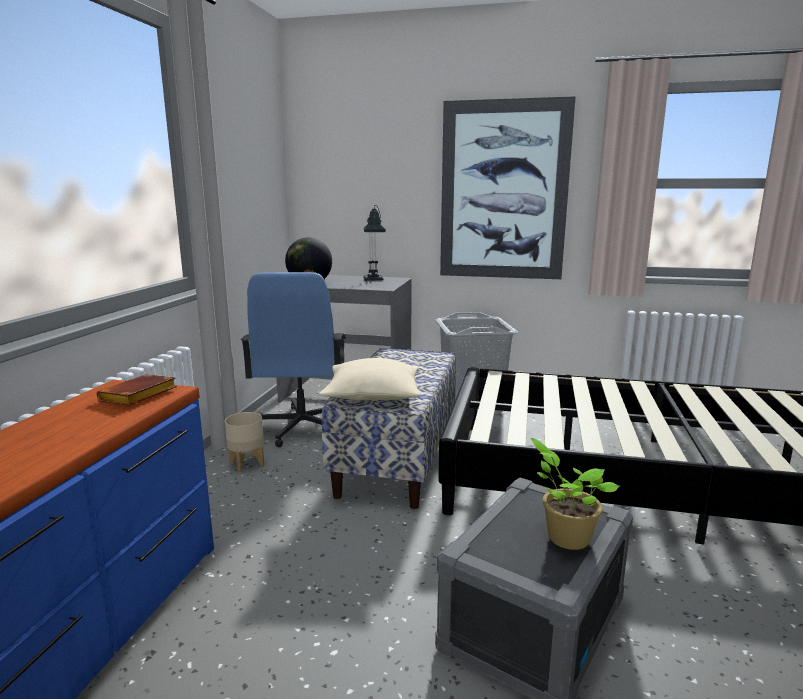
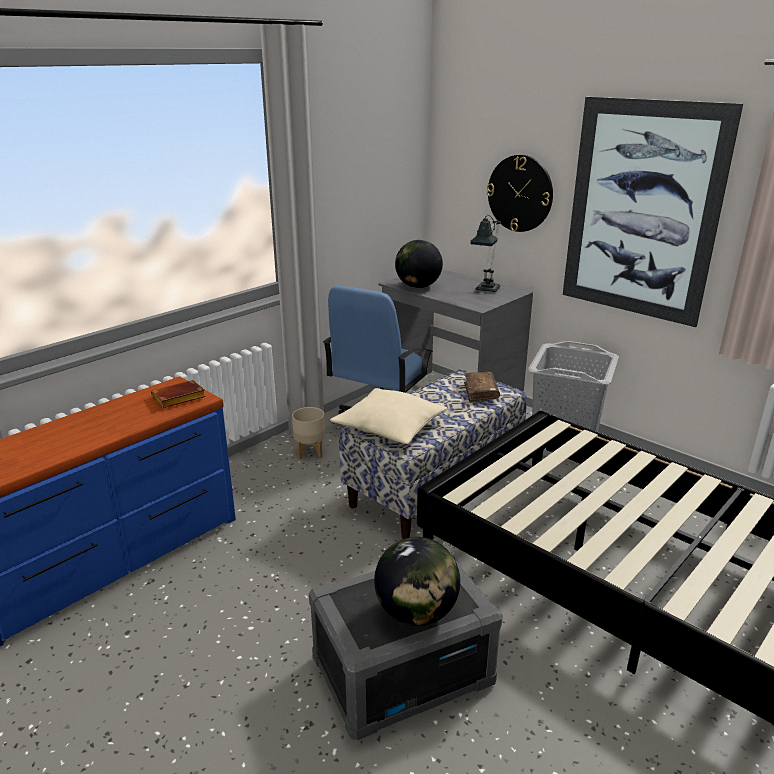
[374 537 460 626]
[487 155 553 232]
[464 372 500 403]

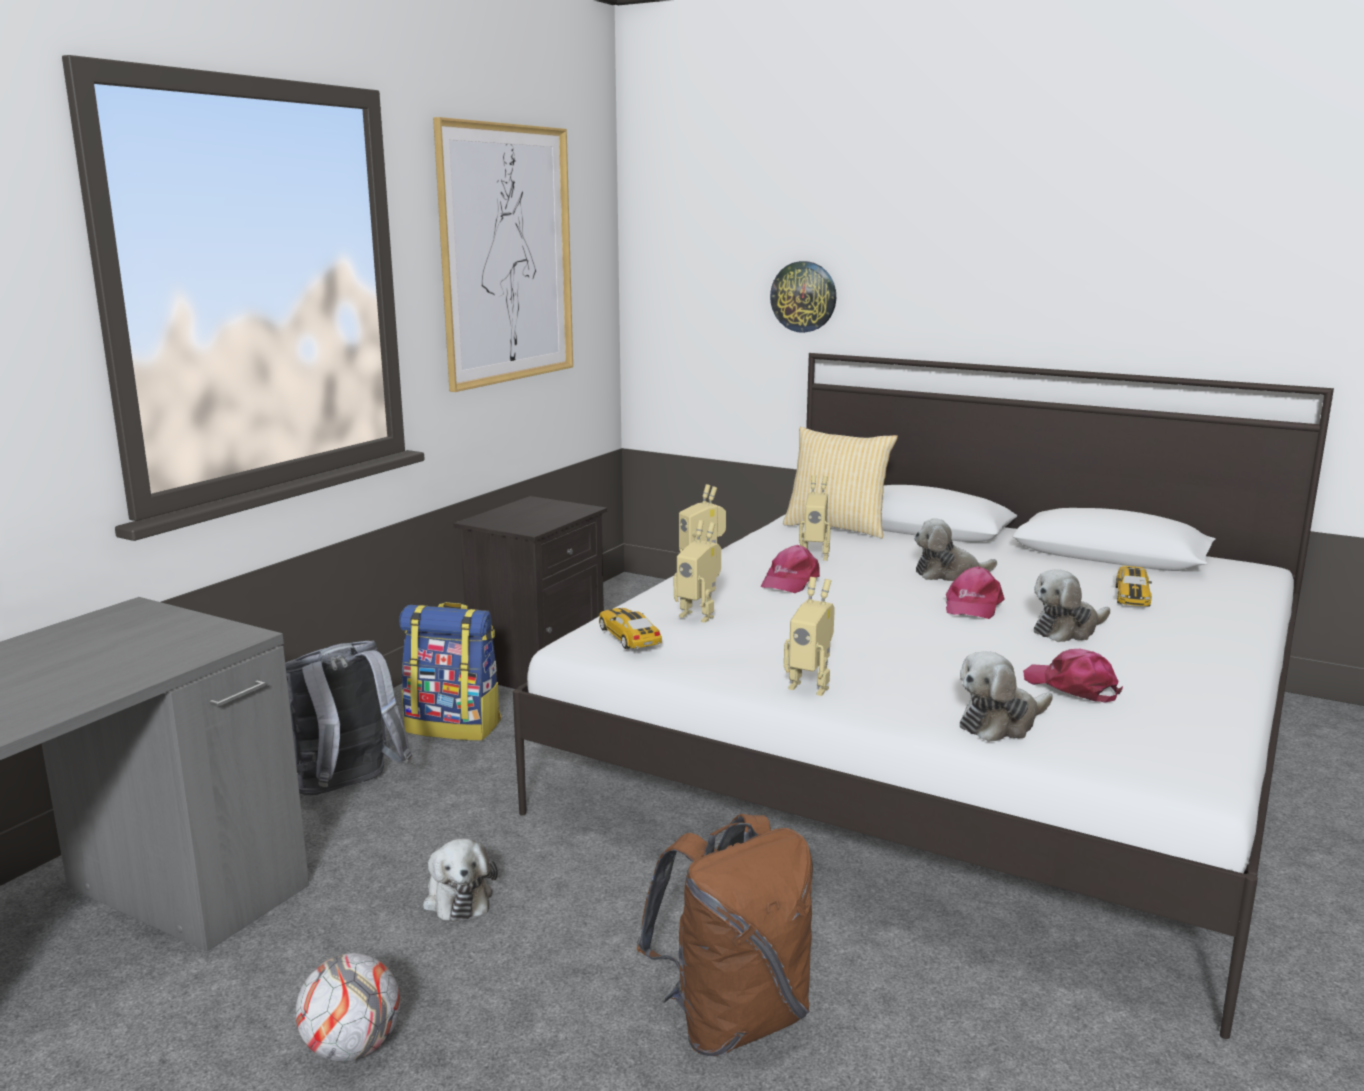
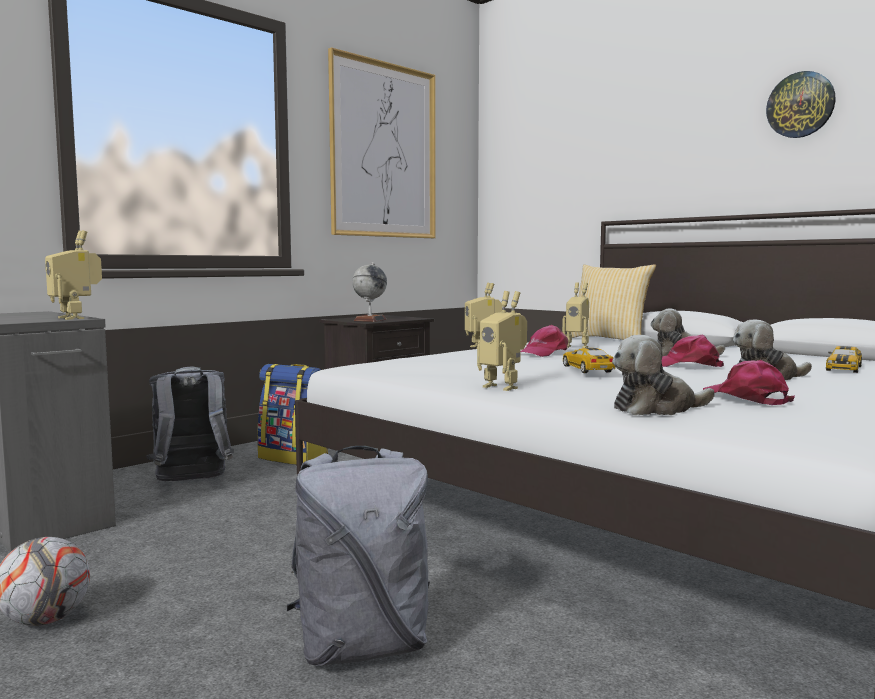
[766 71 836 138]
[45 230 102 320]
[662 334 724 367]
[563 348 616 373]
[287 446 430 666]
[423 839 498 922] (first image)
[352 262 387 322]

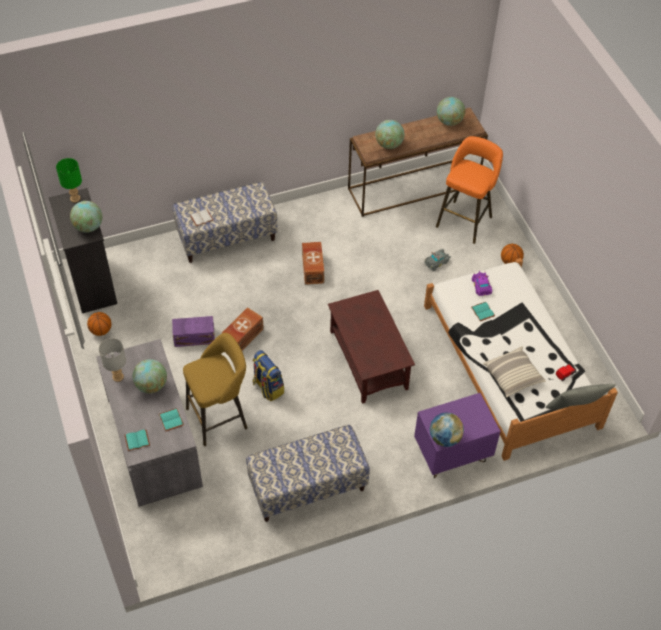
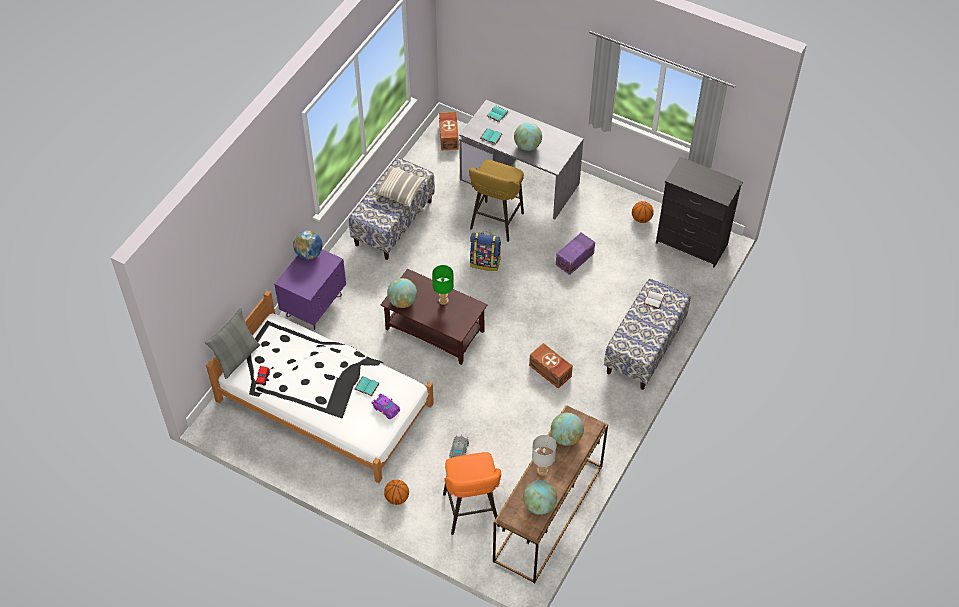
[432 265 454 305]
[387 278 417 308]
[439 112 459 150]
[532 435 557 476]
[373 166 426 207]

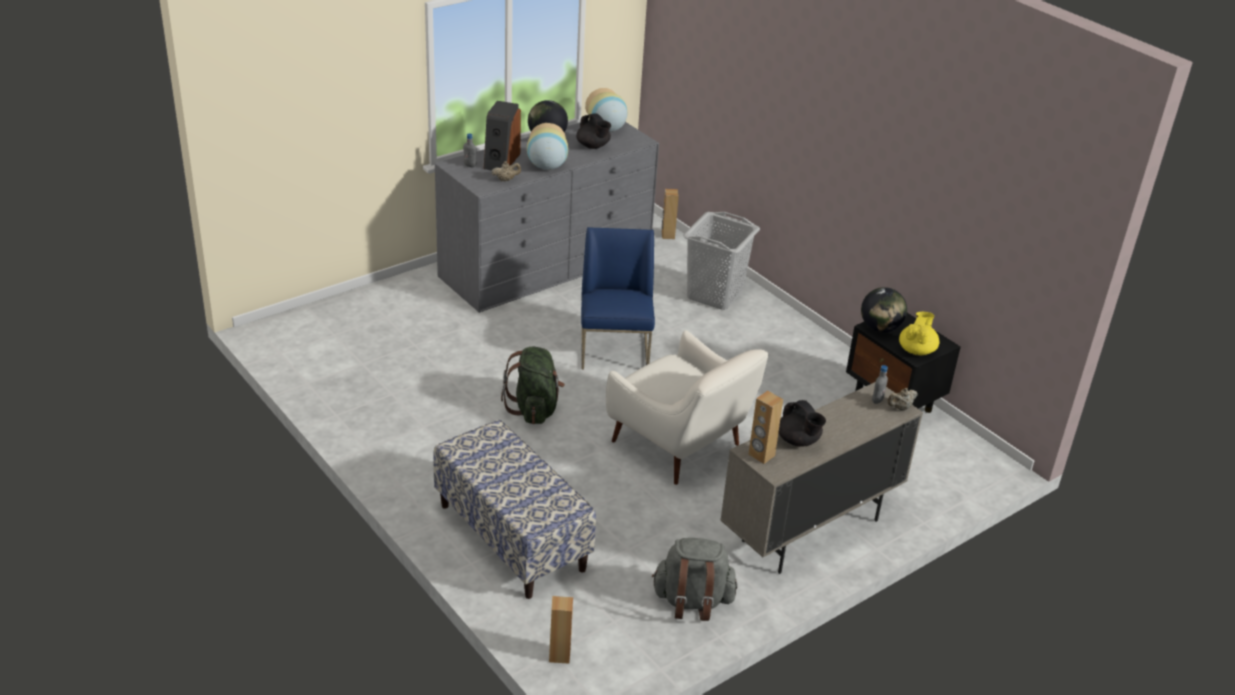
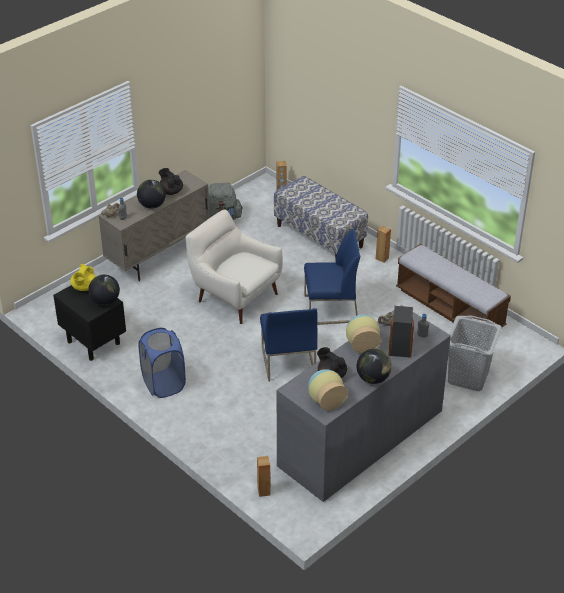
[448 316 502 391]
[304 229 360 325]
[376 225 391 263]
[137 180 166 209]
[396 244 511 339]
[138 328 186 398]

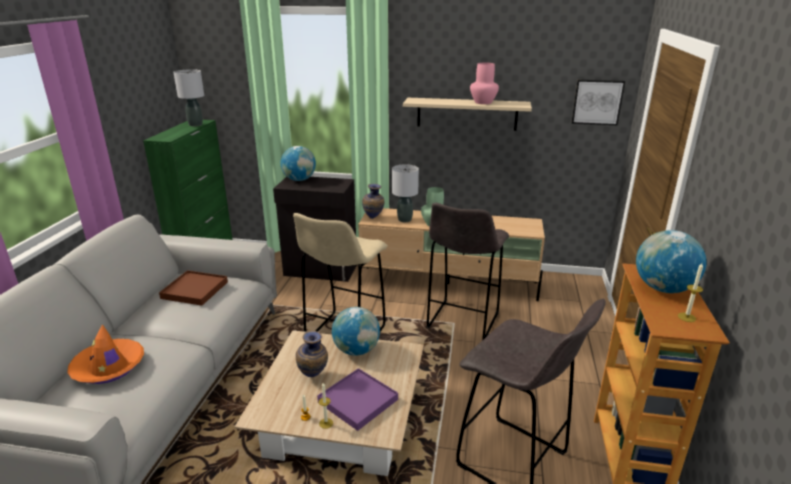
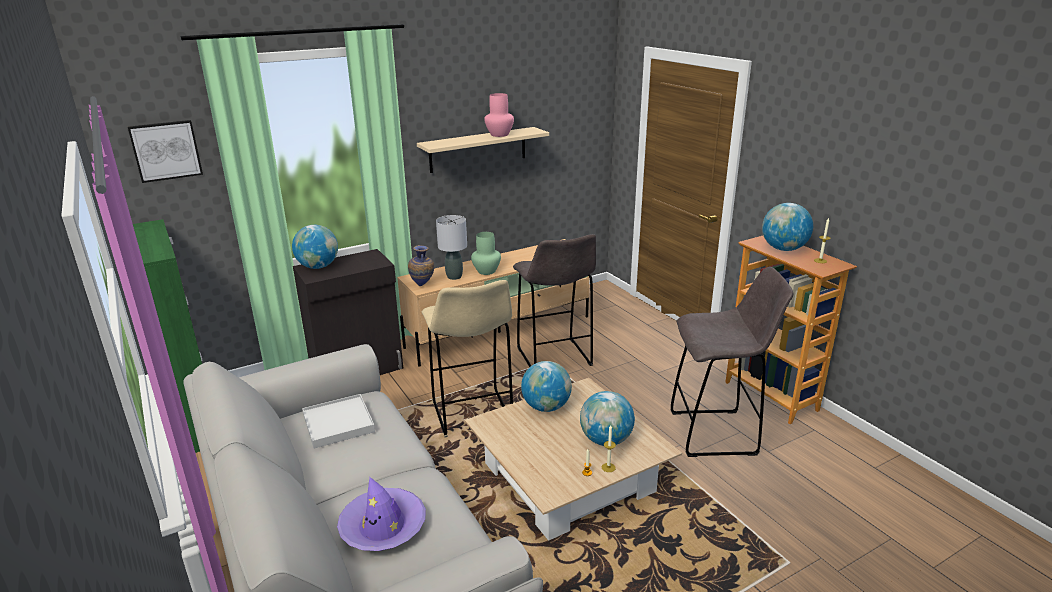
[174 69 204 126] (first image)
[128 120 203 183]
[302 394 375 449]
[337 477 426 551]
[296 331 328 377] (first image)
[580 391 635 446]

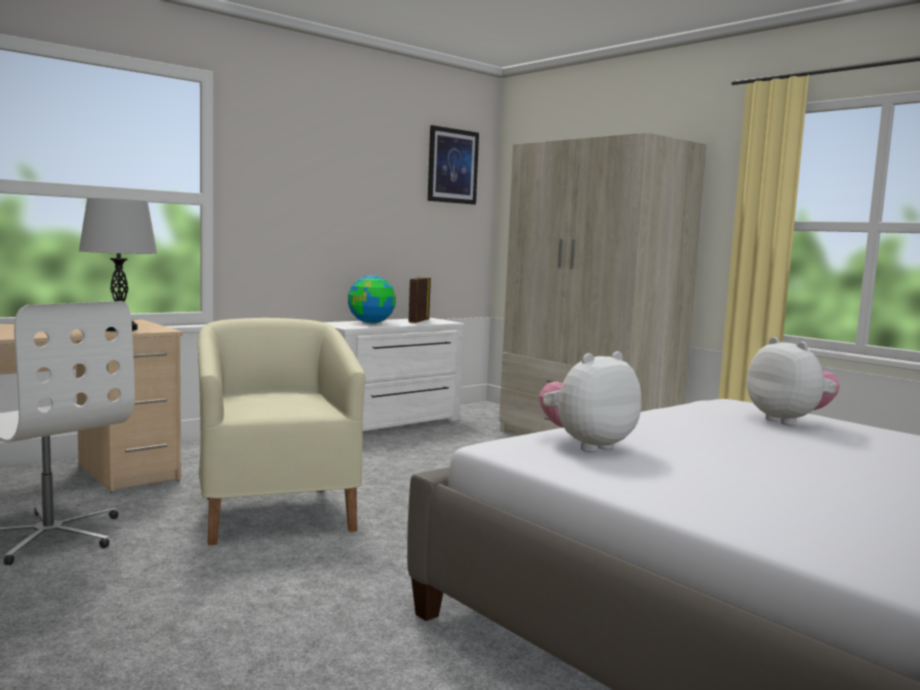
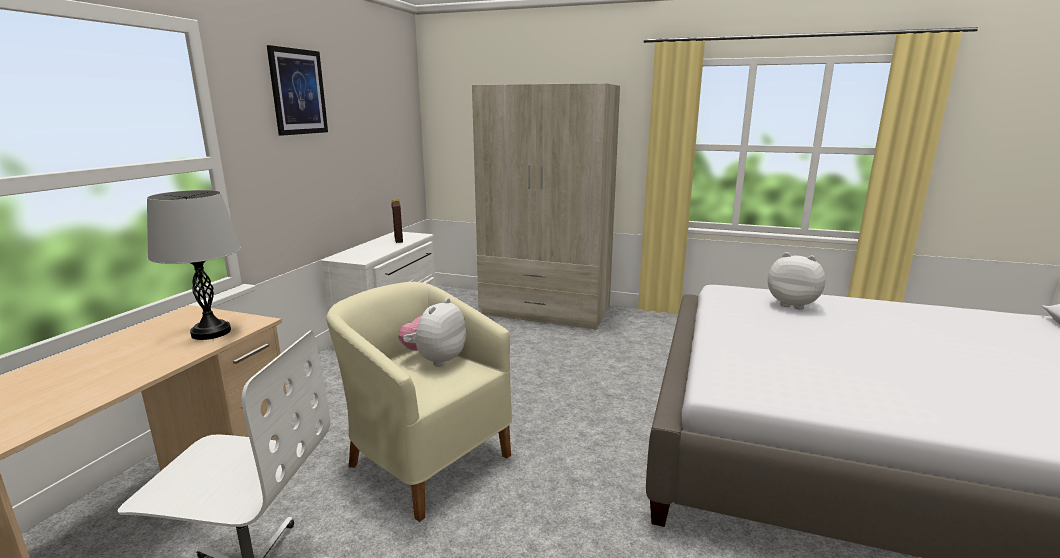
[267 45 328 136]
[348 276 396 324] (first image)
[398 298 466 367]

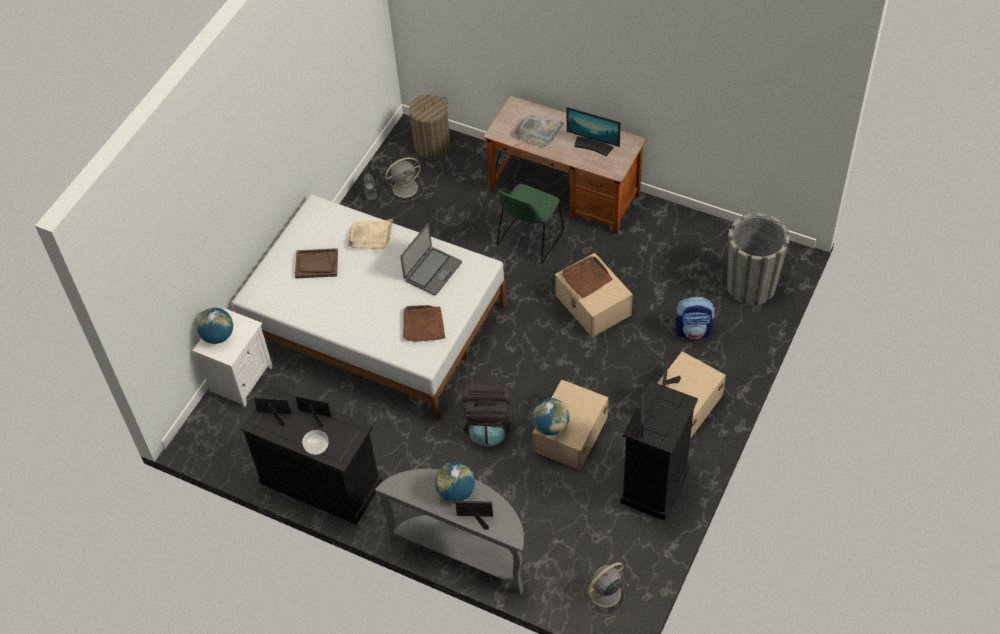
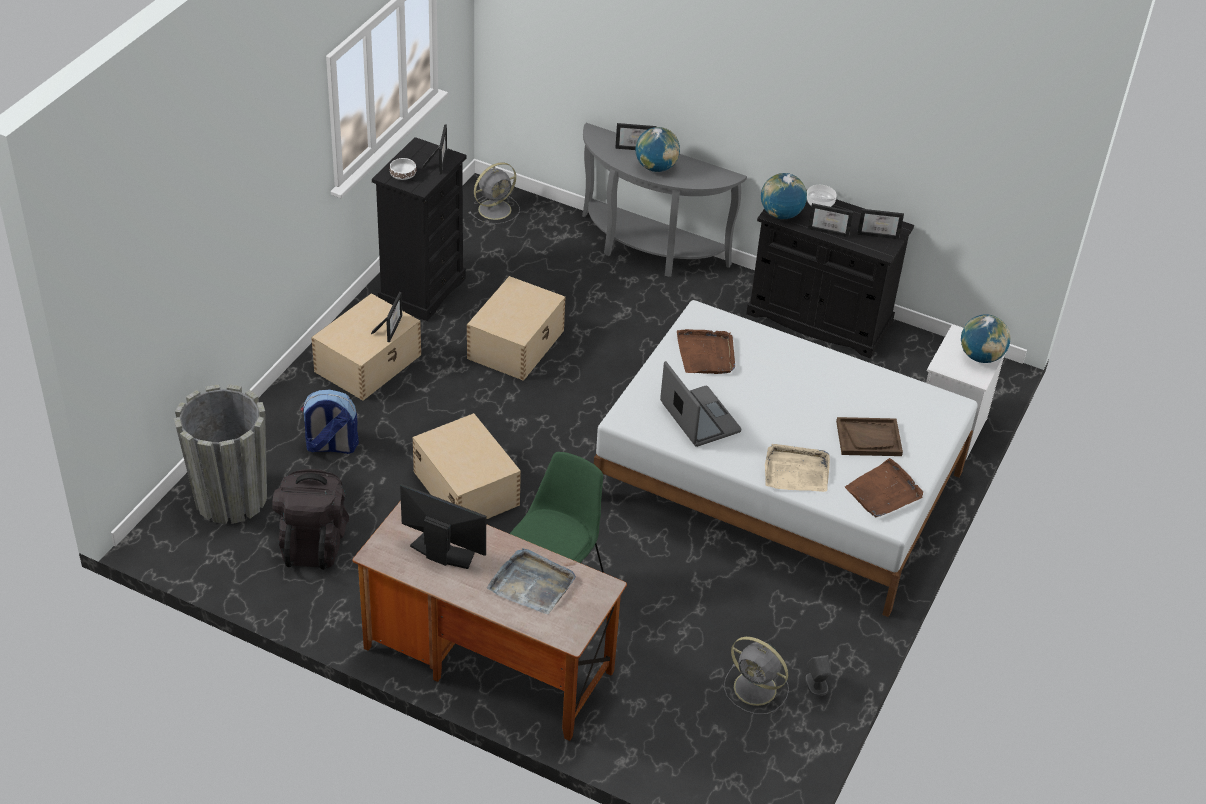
[409 94 451 159] (first image)
[724 637 789 715]
[660 361 741 447]
[845 458 923 517]
[272 469 349 570]
[761 173 807 219]
[390 158 417 180]

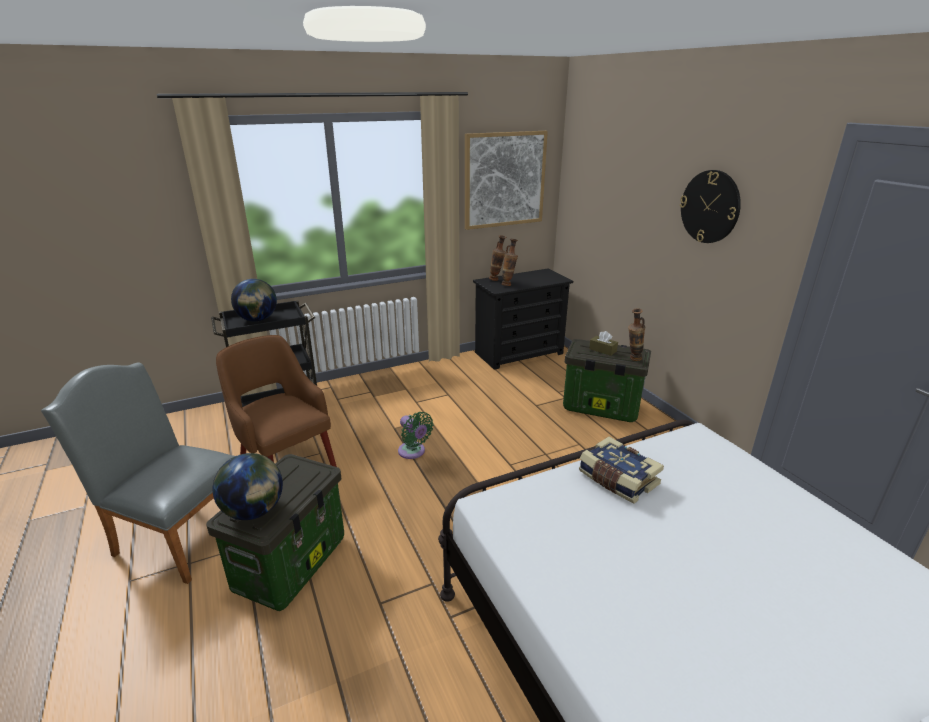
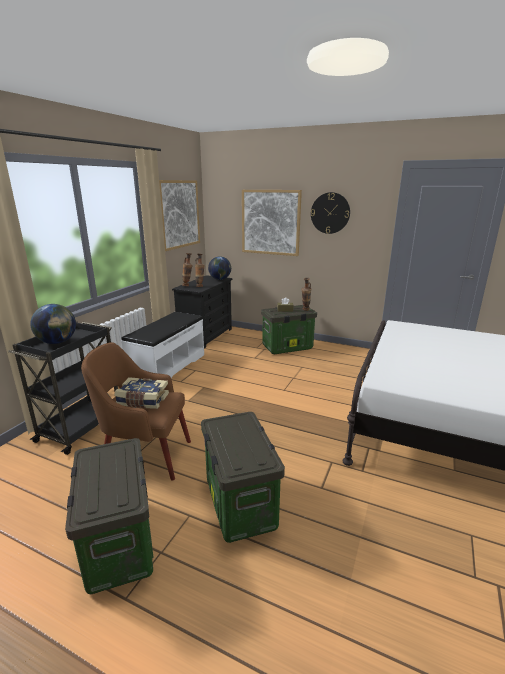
[65 438 153 594]
[398 412 433 459] (first image)
[114 377 169 409]
[208 256 231 280]
[242 190 302 256]
[121 312 204 378]

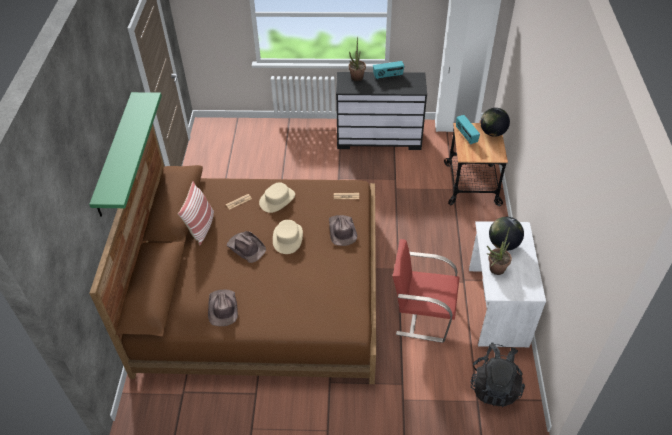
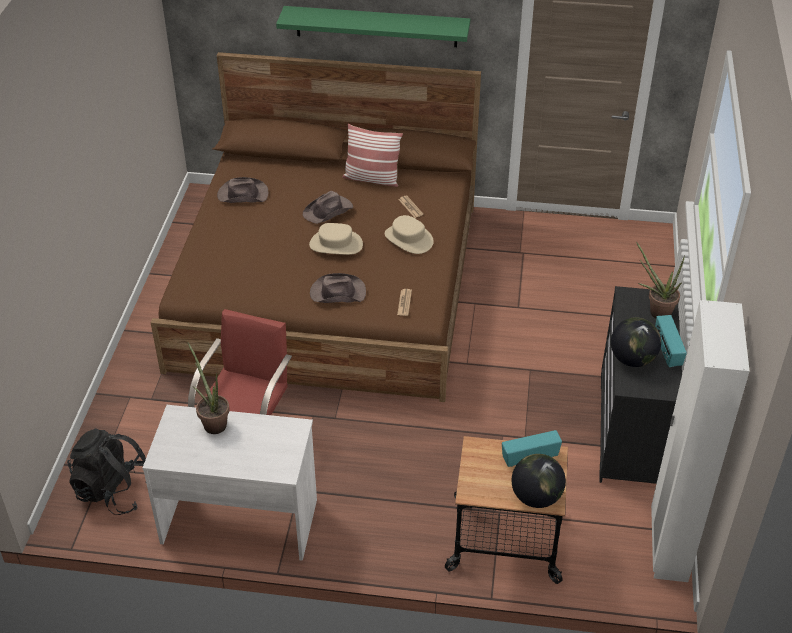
[611 317 661 367]

